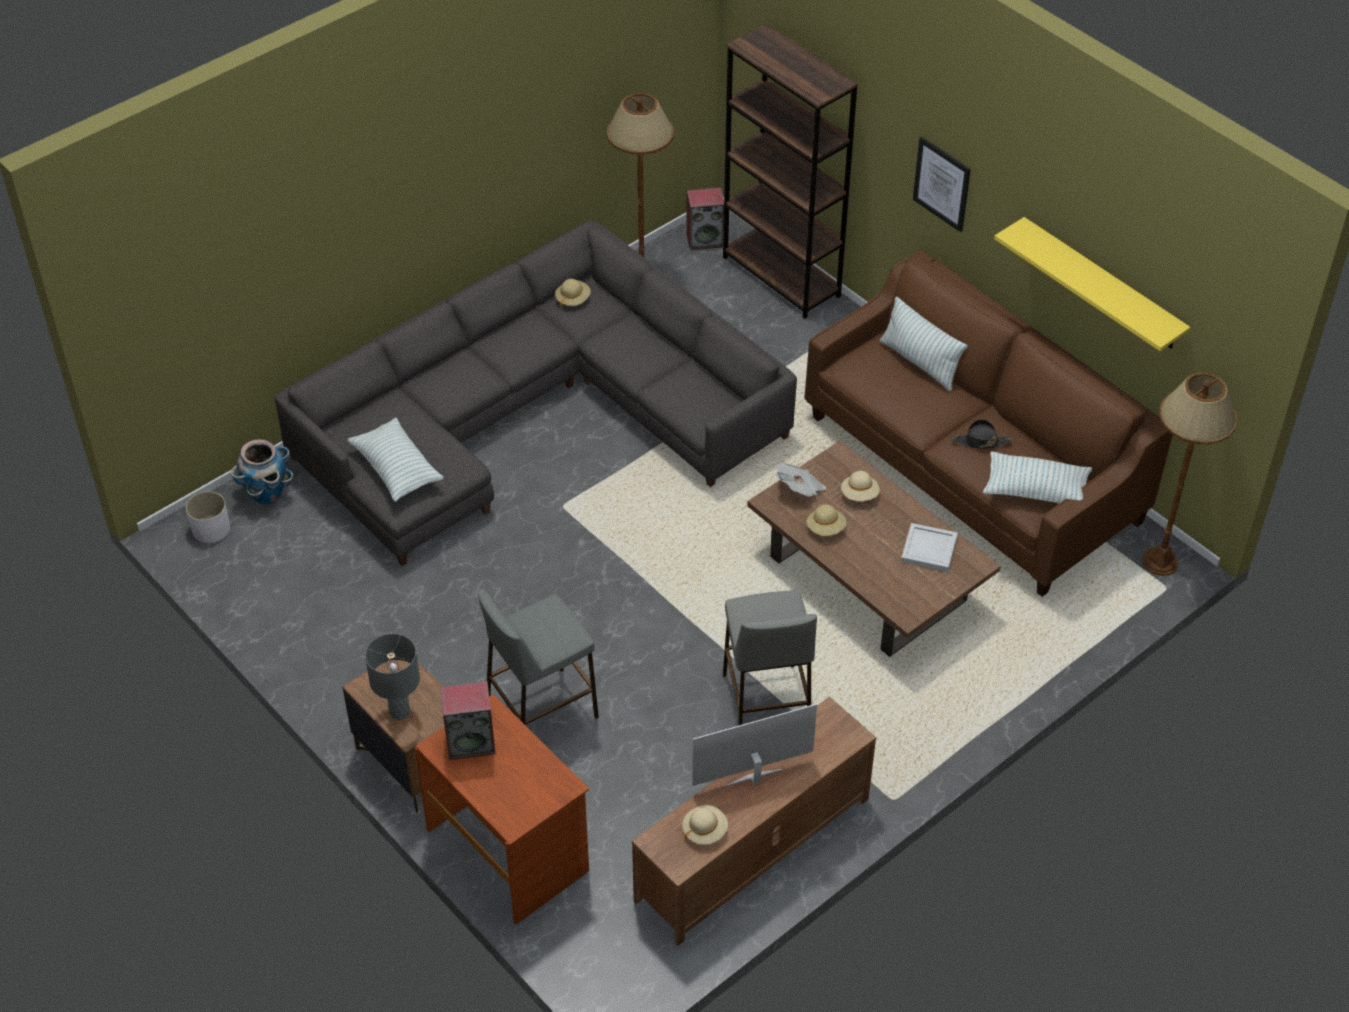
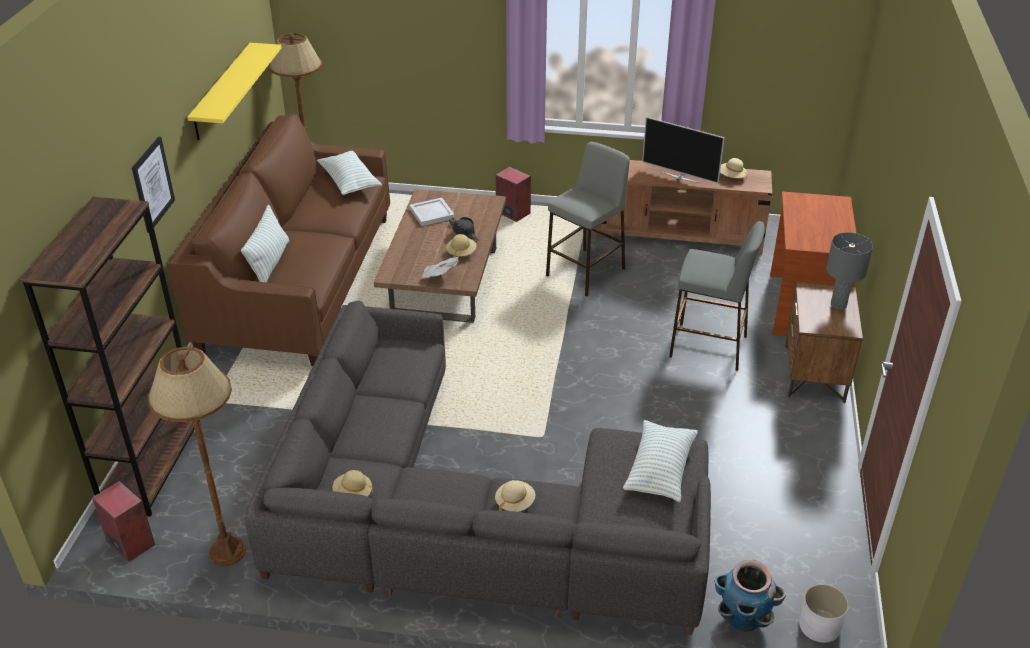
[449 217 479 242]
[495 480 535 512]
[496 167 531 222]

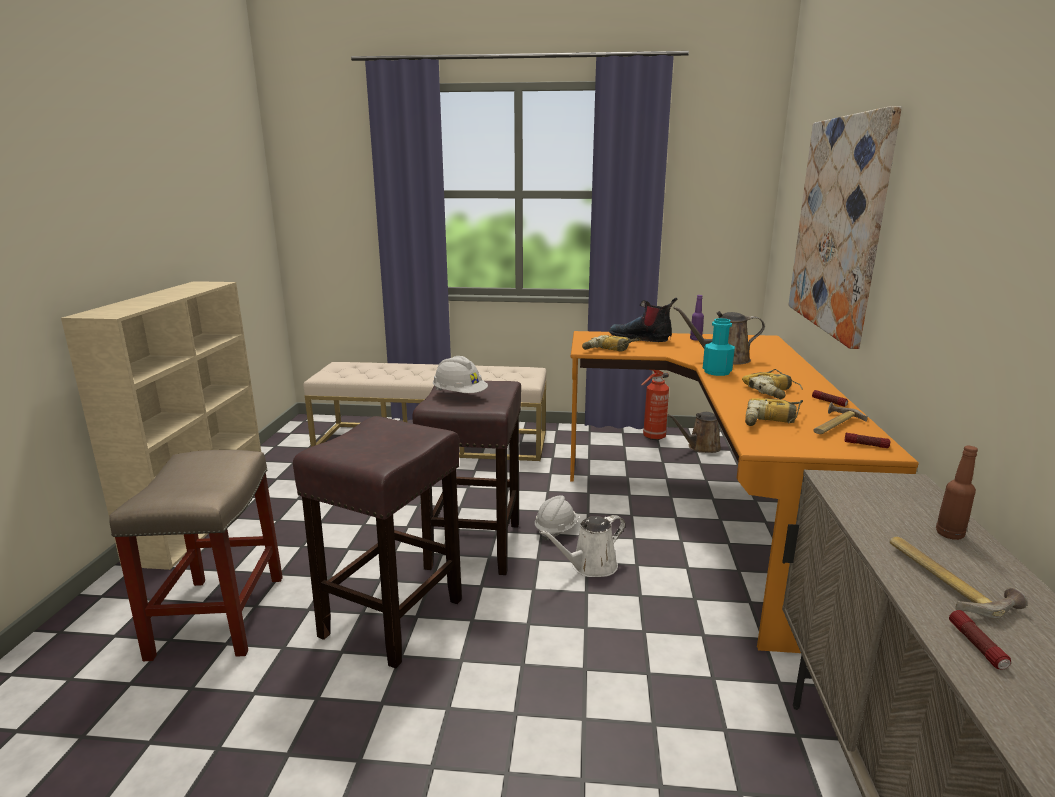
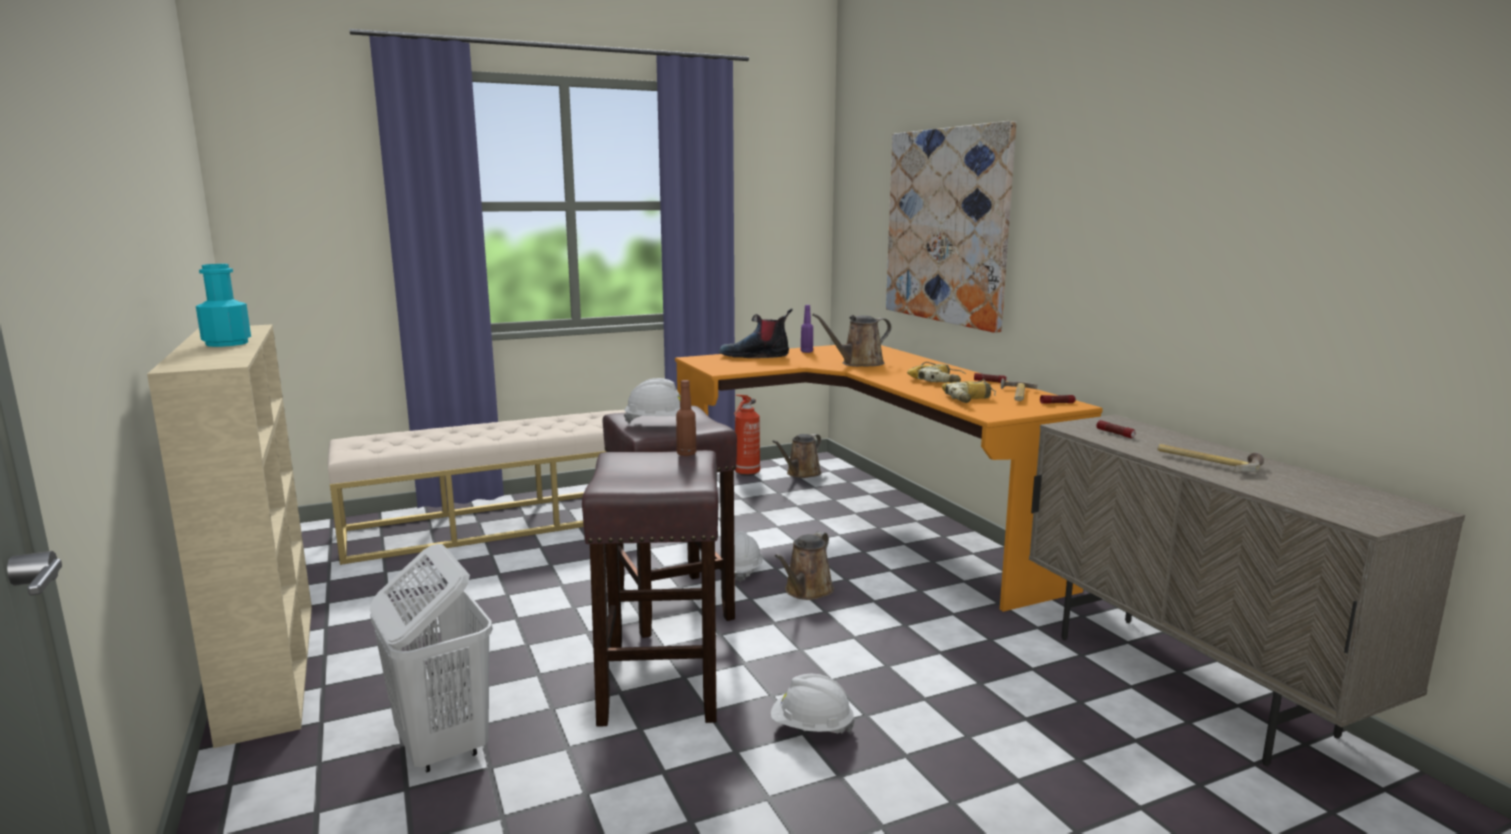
[196 264 251 347]
[582 335 640 352] (first image)
[676 380 697 456]
[370 544 493 773]
[775 532 834 600]
[1096 420 1136 438]
[771 674 855 734]

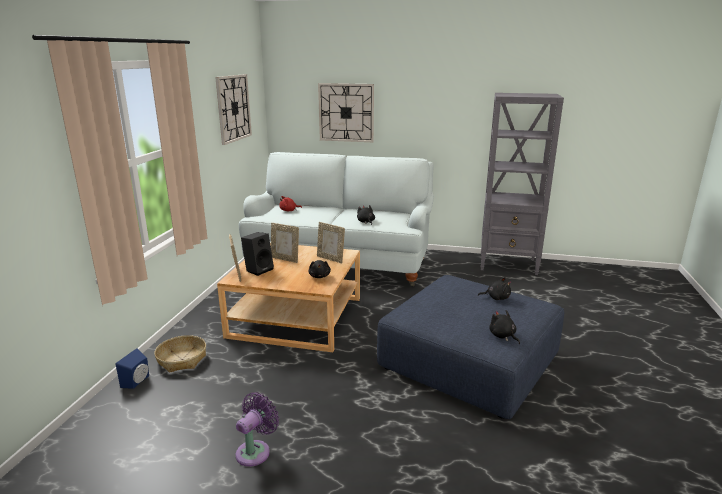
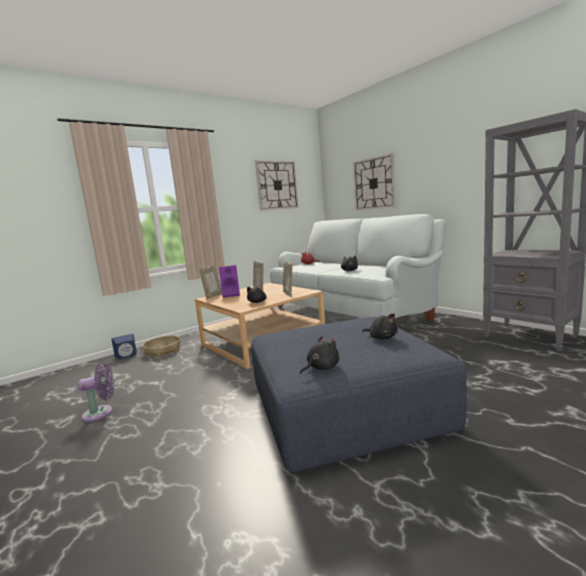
[219 265 240 298]
[300 336 339 374]

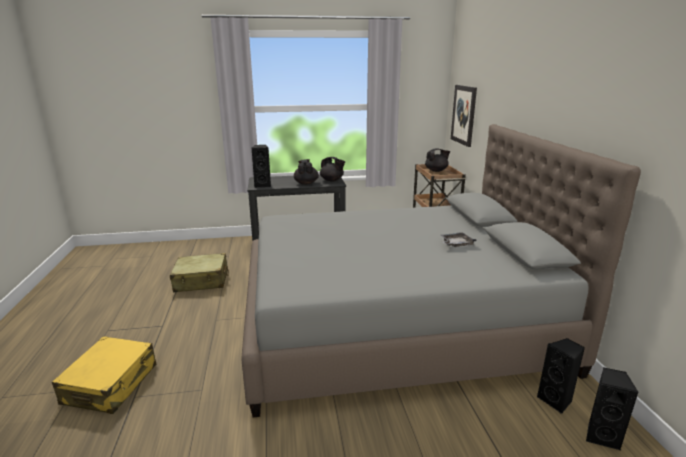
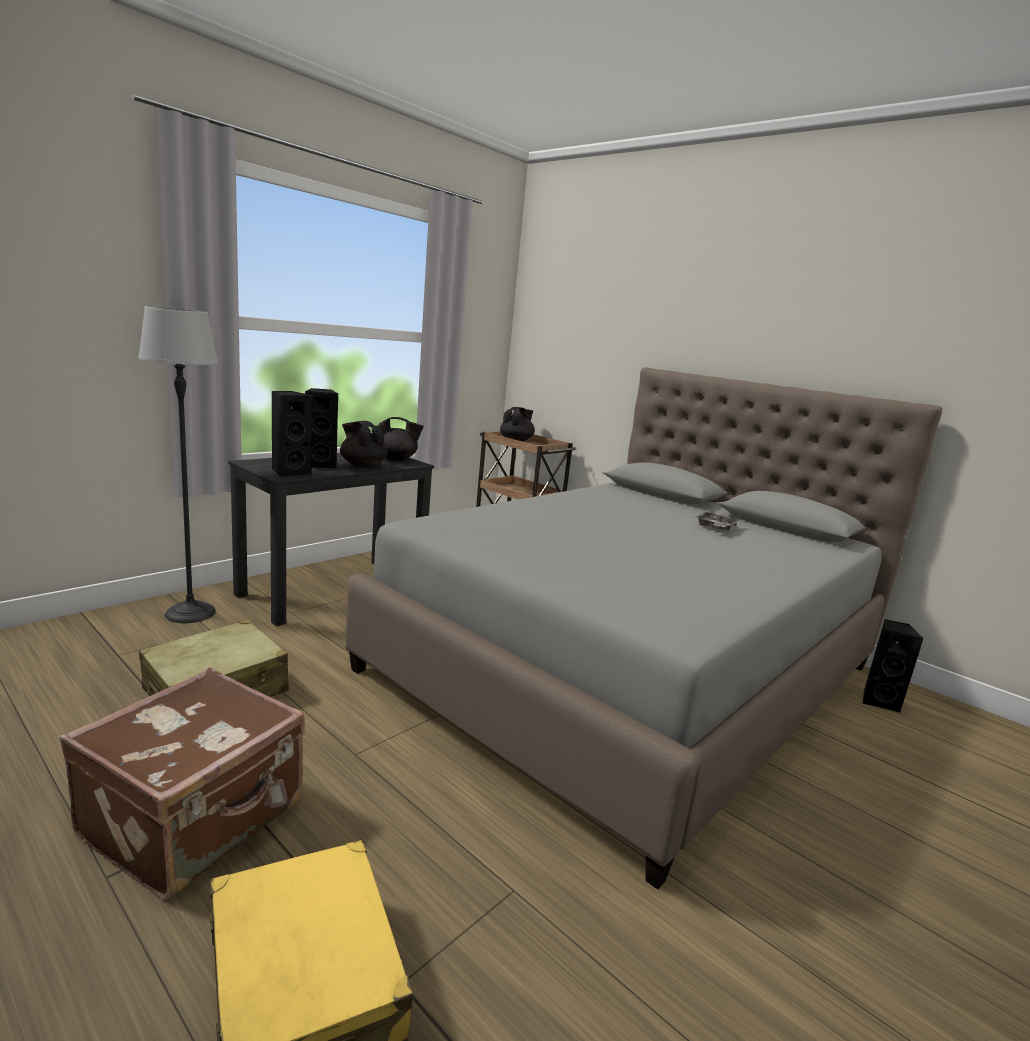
[451 85 477 147] (first image)
[305 388 338 468]
[138 306 218 623]
[60 668 305 899]

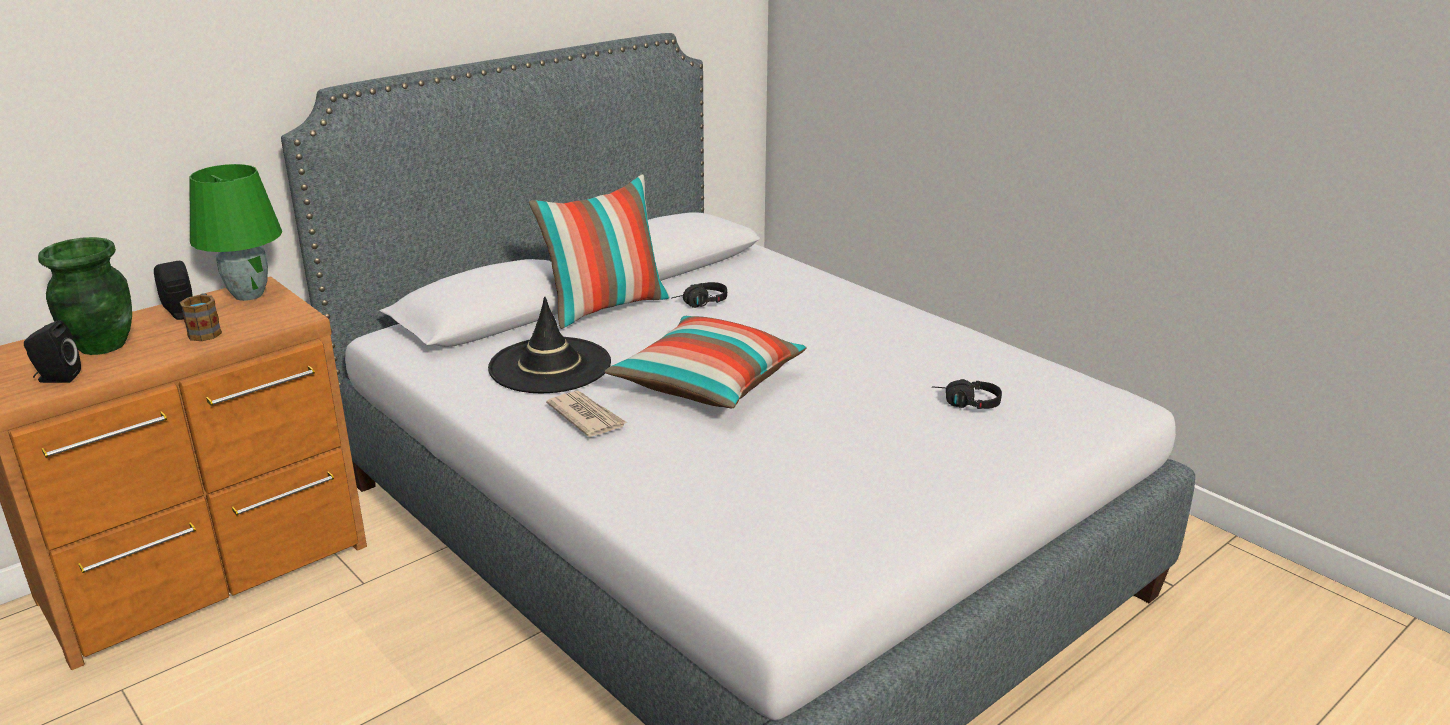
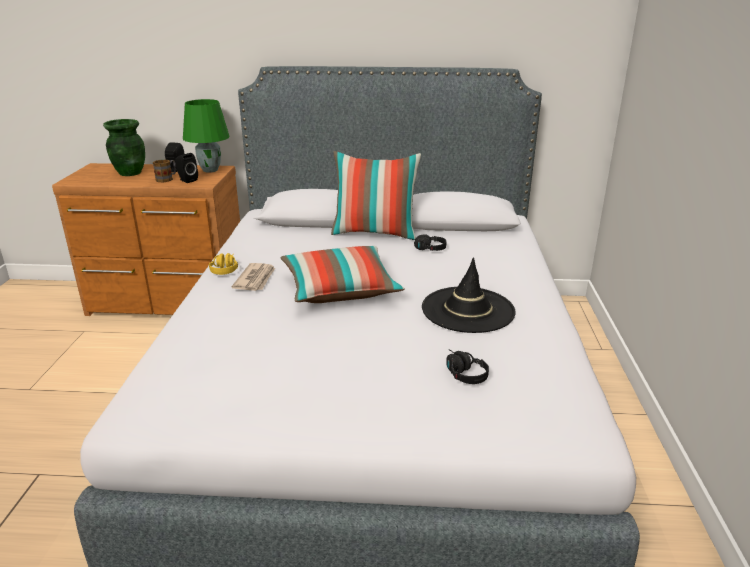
[422 257 516 333]
[175 153 198 183]
[209 253 238 275]

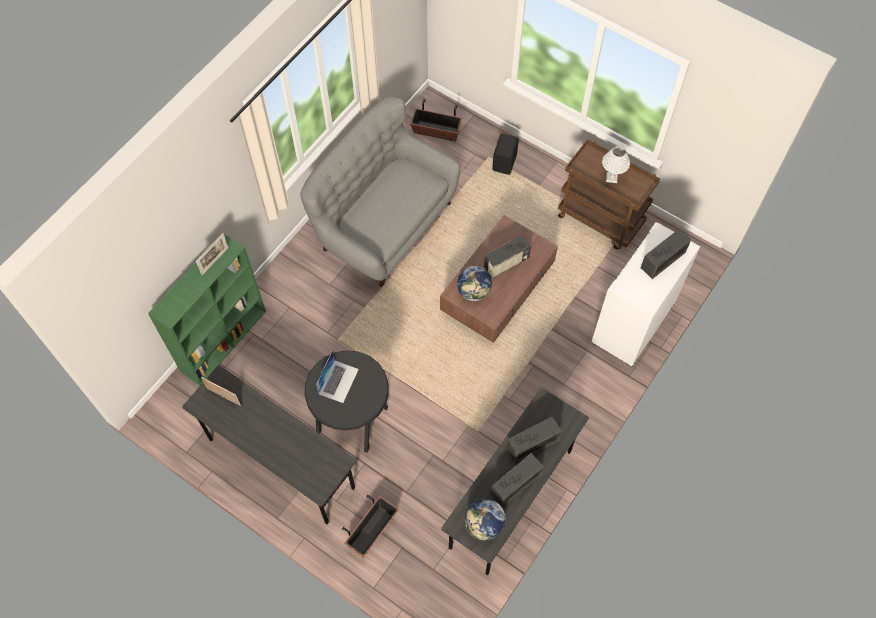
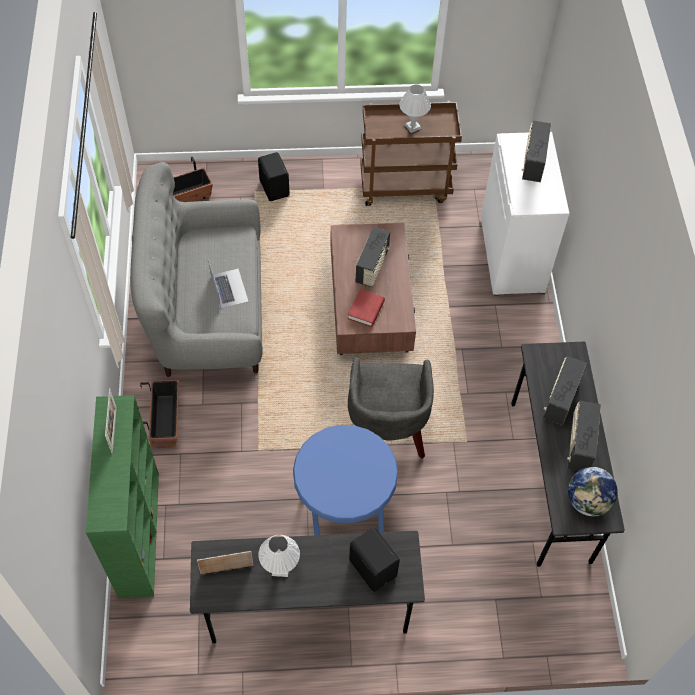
[348 289 385 327]
[293 425 398 535]
[208 259 249 308]
[140 380 179 448]
[348 357 434 459]
[349 527 400 592]
[258 535 300 577]

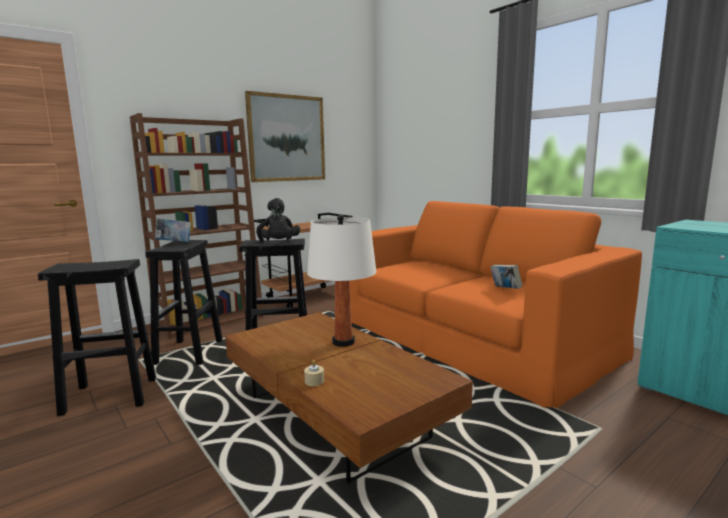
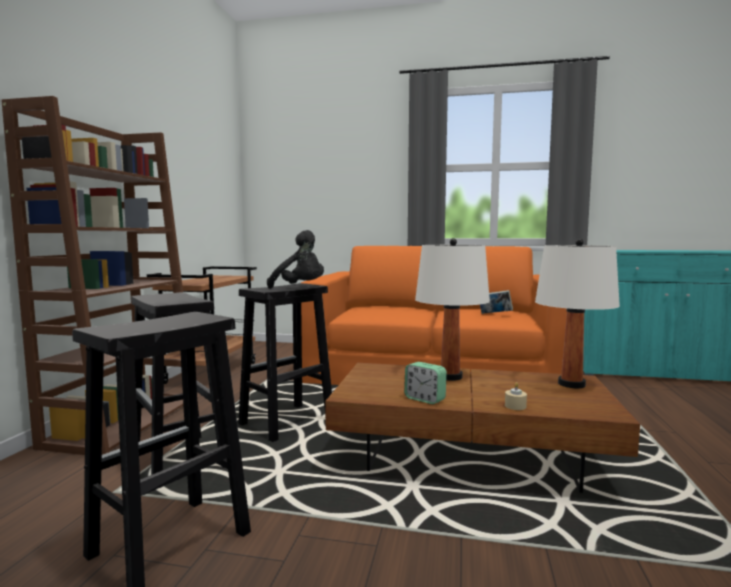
[245 91 325 182] (first image)
[155 218 191 242] (first image)
[535 238 620 388]
[404 362 447 404]

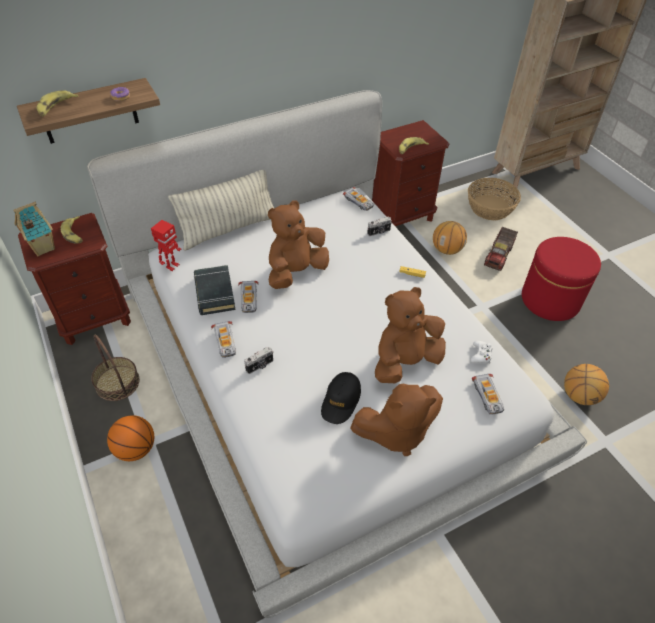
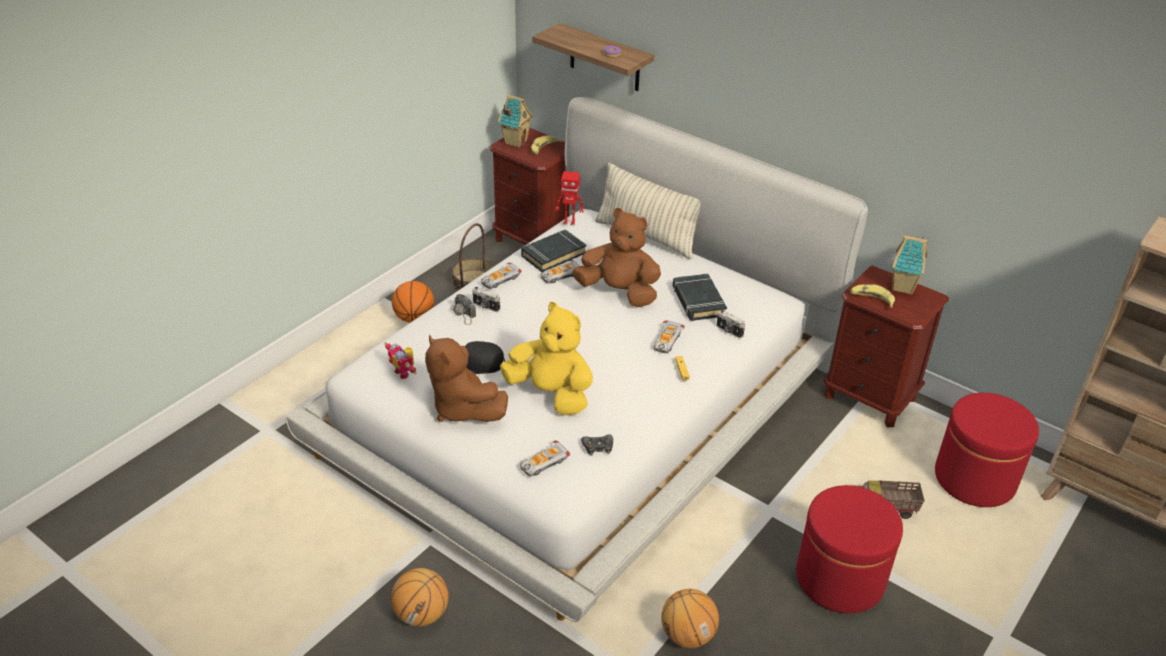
[36 90 79 116] (first image)
[935 393 1039 507]
[654 320 685 354]
[391 568 449 627]
[500 302 593 415]
[581 435 613 456]
[892 235 928 295]
[673 273 727 321]
[450 294 476 325]
[385 342 417 379]

